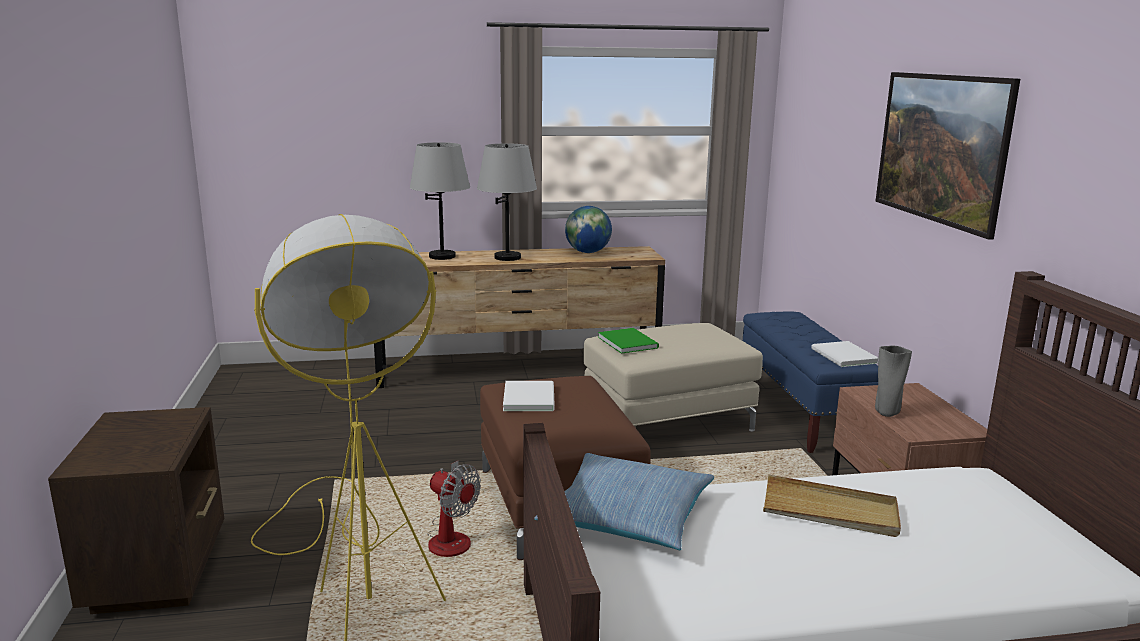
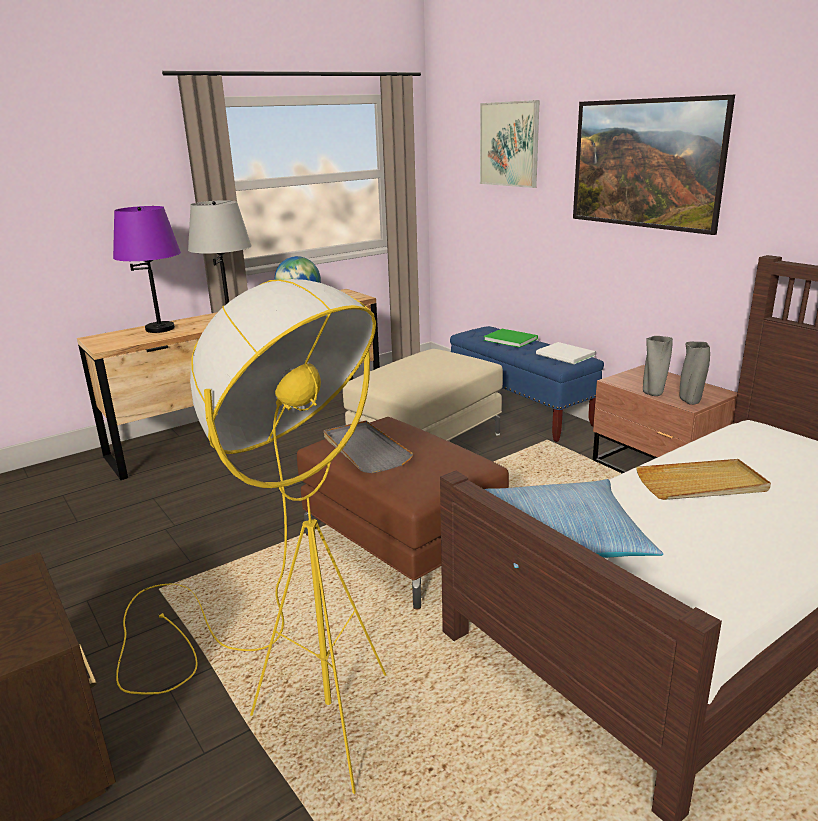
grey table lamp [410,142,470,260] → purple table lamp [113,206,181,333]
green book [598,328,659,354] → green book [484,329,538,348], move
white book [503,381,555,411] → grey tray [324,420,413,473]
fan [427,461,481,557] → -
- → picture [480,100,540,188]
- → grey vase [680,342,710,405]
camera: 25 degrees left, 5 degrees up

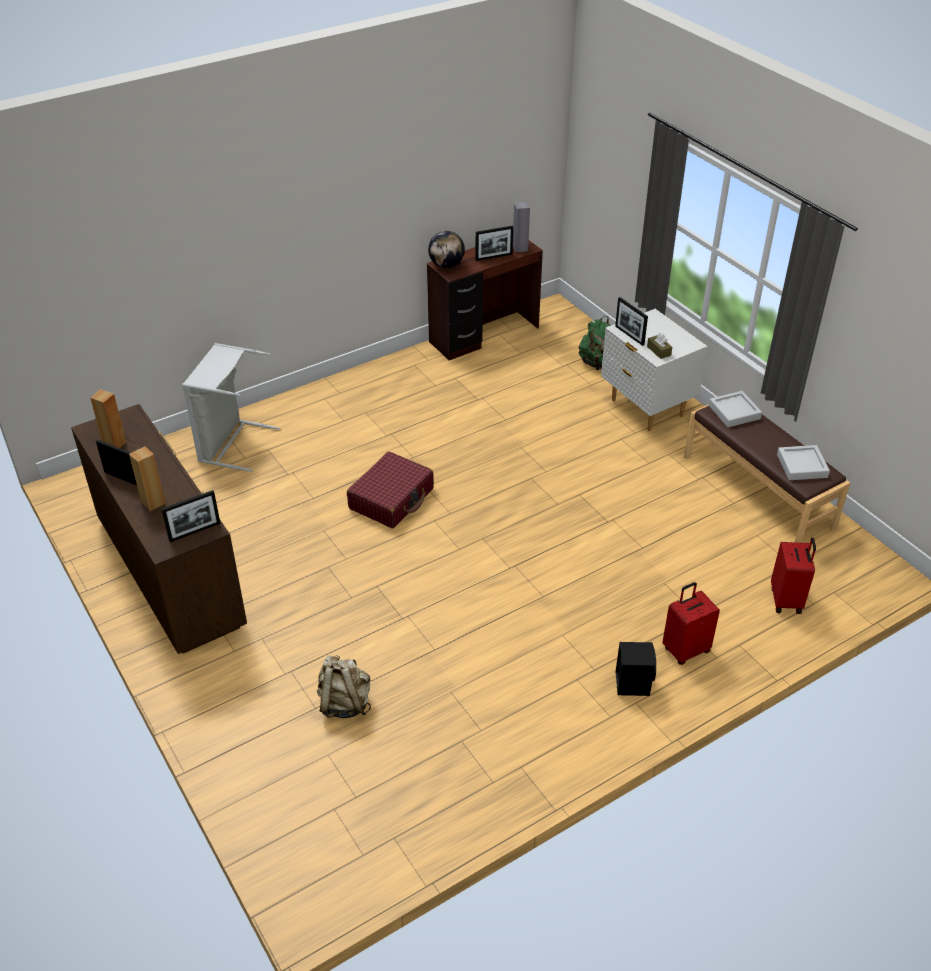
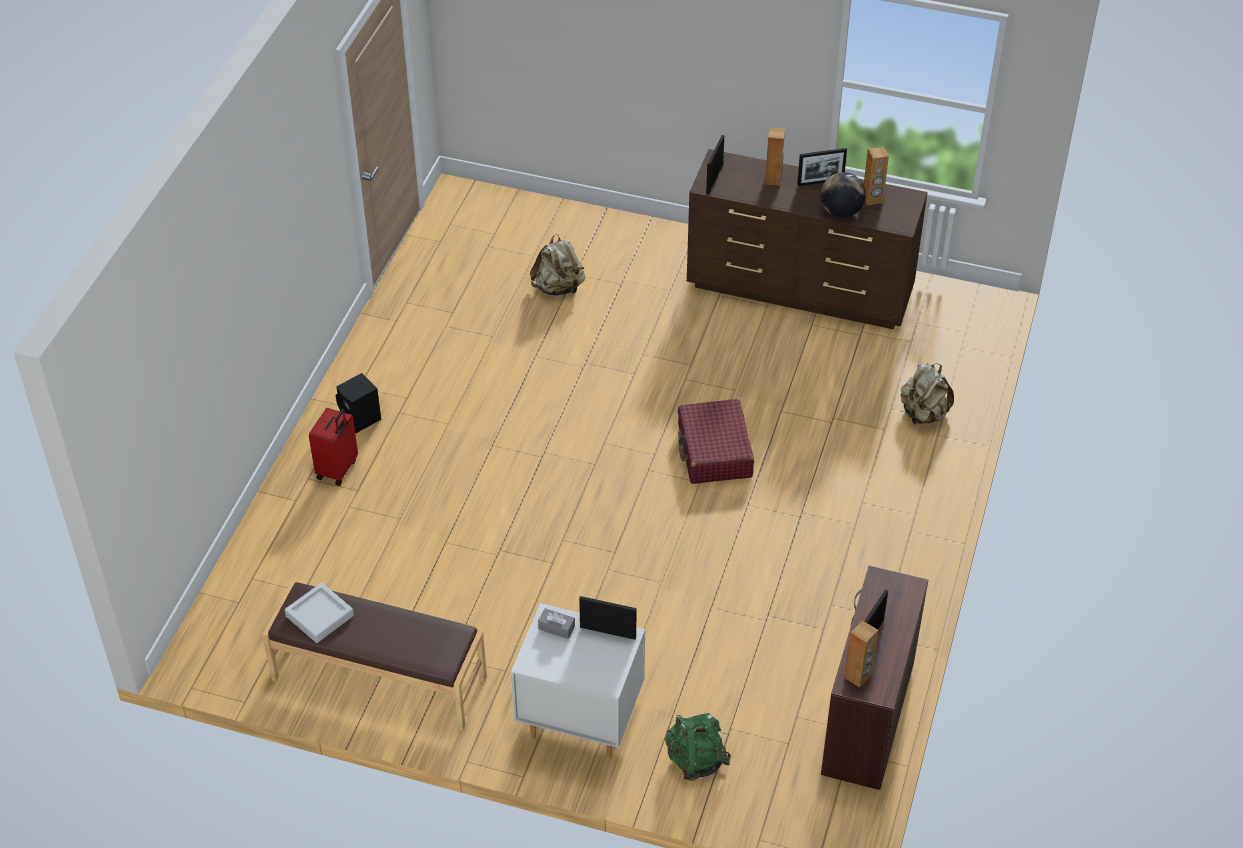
grey speaker [513,202,530,252] → brown speaker [844,621,878,688]
globe [428,231,465,268] → globe [820,172,866,218], move
brown tissue box [647,333,672,359] → grey tissue box [538,608,575,639]
grey laundry basket [182,343,280,472] → beige backpack [901,363,954,424]
grey tray [709,391,762,427] → -
red suitcase [771,538,816,614] → -
camera: 140 degrees right, 5 degrees up

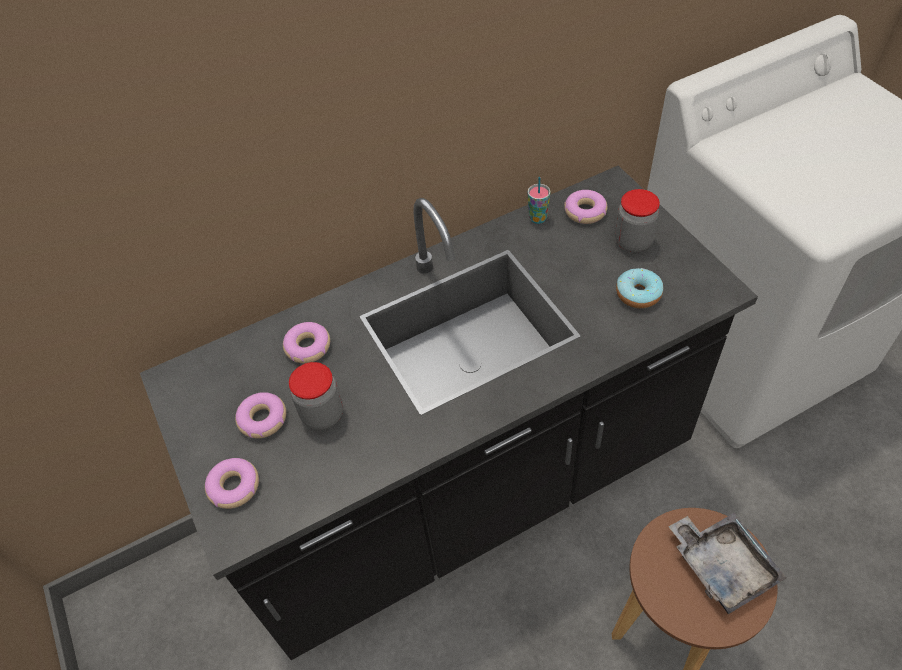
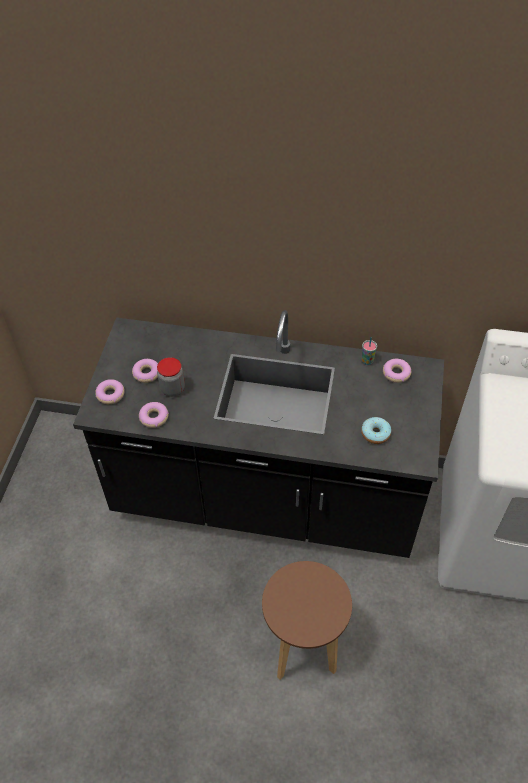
jar [615,189,660,252] → -
donut [283,322,330,363] → donut [139,402,169,428], move
grey tray [669,513,786,614] → -
camera: 35 degrees right, 0 degrees up

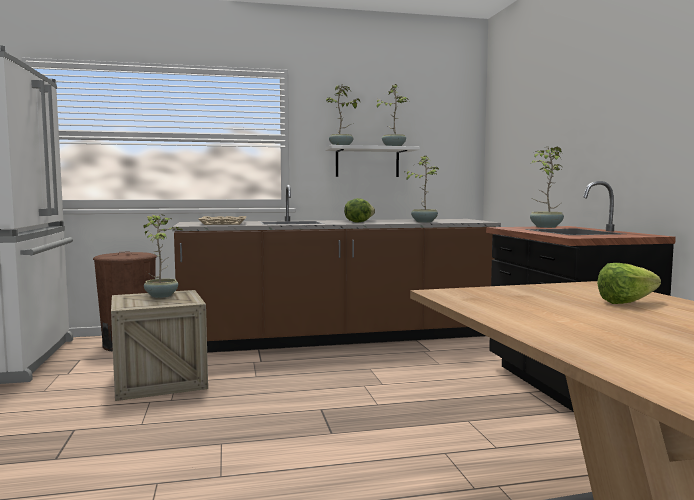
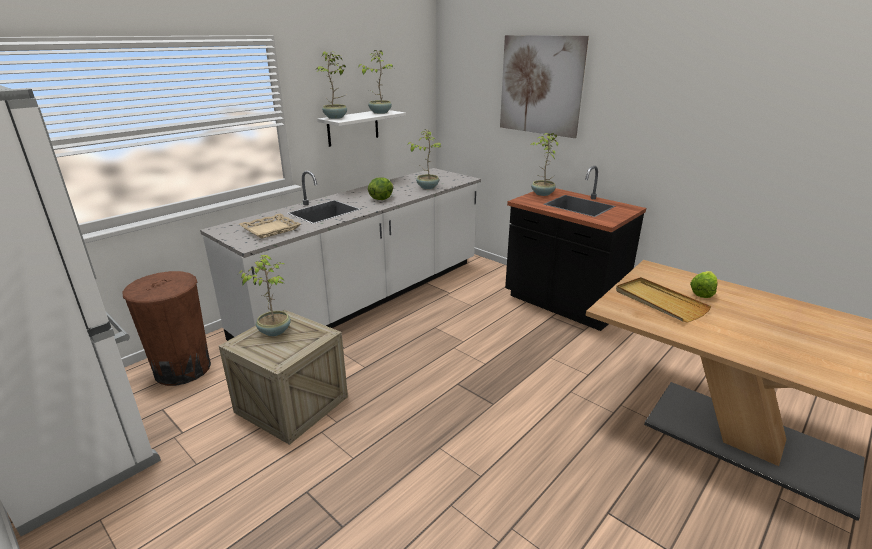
brown counter [172,185,501,352] → white counter [200,168,481,341]
- → picture [500,35,589,138]
- → beige tray [616,277,712,322]
camera: 35 degrees left, 20 degrees up

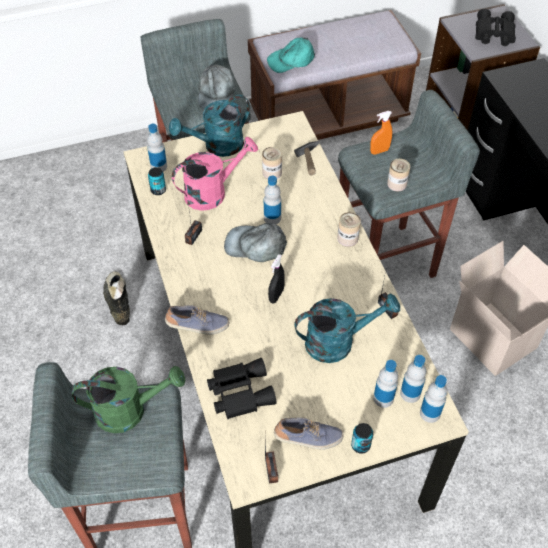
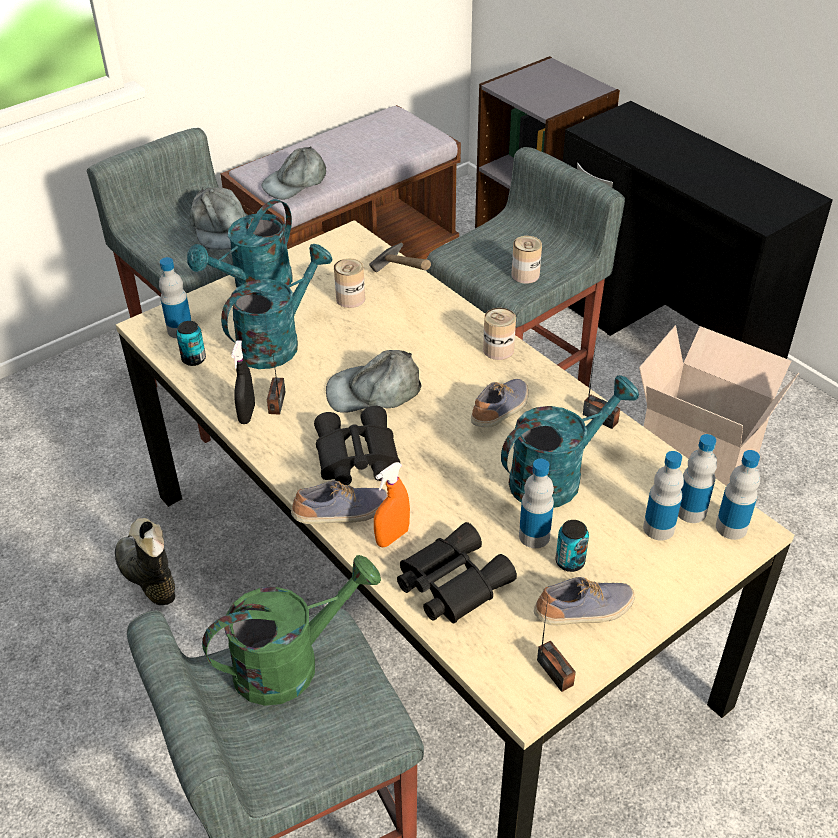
black binoculars [475,9,516,46] → black binoculars [314,406,400,485], move
turquoise cap [267,37,315,73] → grey cap [261,146,326,200]
orange spray bottle [370,111,392,155] → orange spray bottle [374,462,410,547], move
pink watering can [172,137,258,211] → turquoise watering can [221,244,332,369]
bottle [264,176,281,224] → bottle [519,459,554,548], move
black spray bottle [268,254,285,304] → black spray bottle [231,340,255,424], move
can [351,423,373,454] → can [556,520,589,572], move
- → shoe [471,379,529,427]
camera: 20 degrees left, 10 degrees down

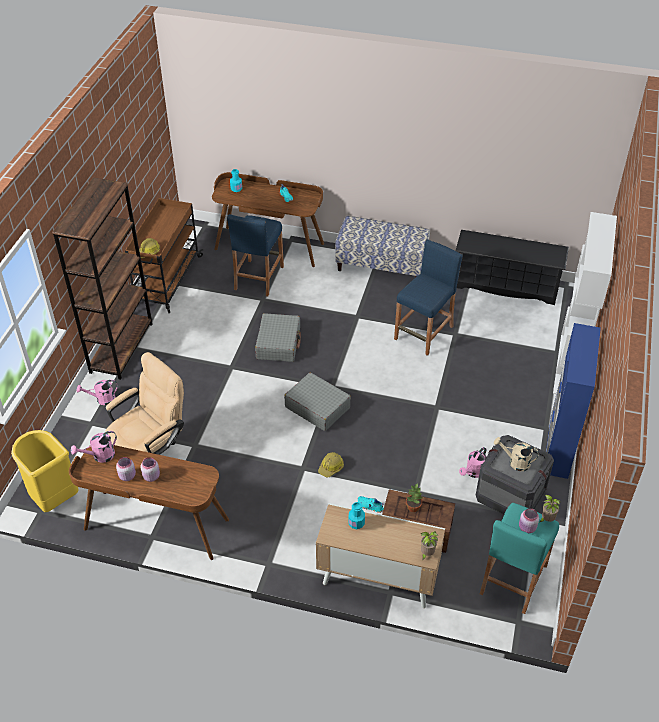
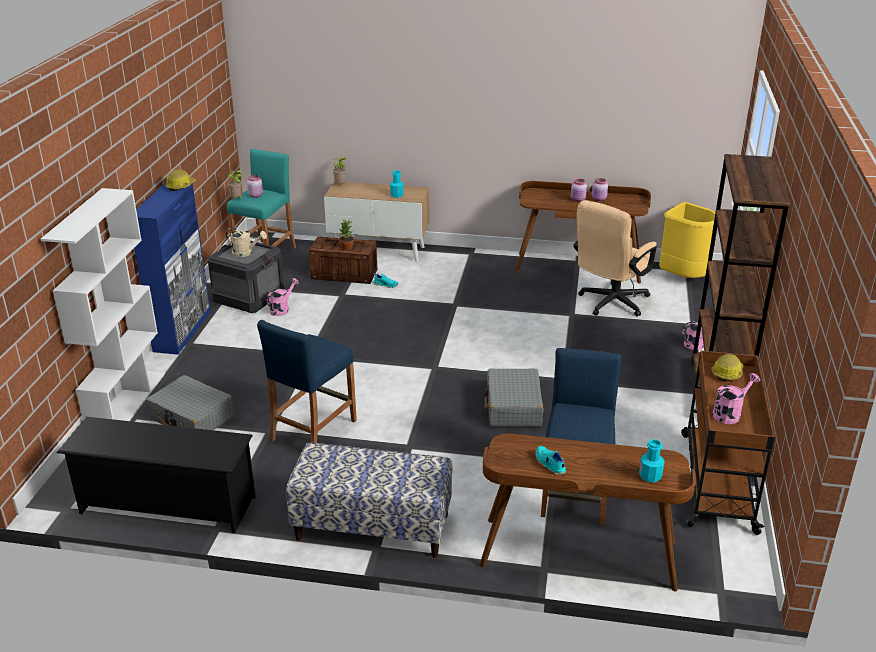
grey suitcase [284,373,351,431] → grey suitcase [146,375,234,430], move
pink watering can [71,431,117,463] → pink watering can [712,373,760,424], move
hard hat [318,452,344,478] → hard hat [165,169,196,191], move
camera: 175 degrees right, 15 degrees down

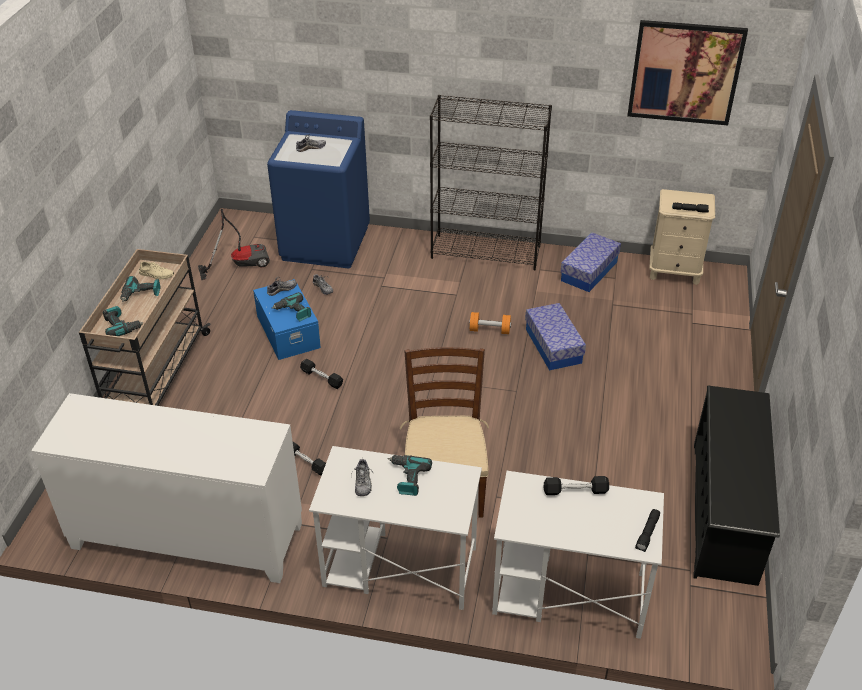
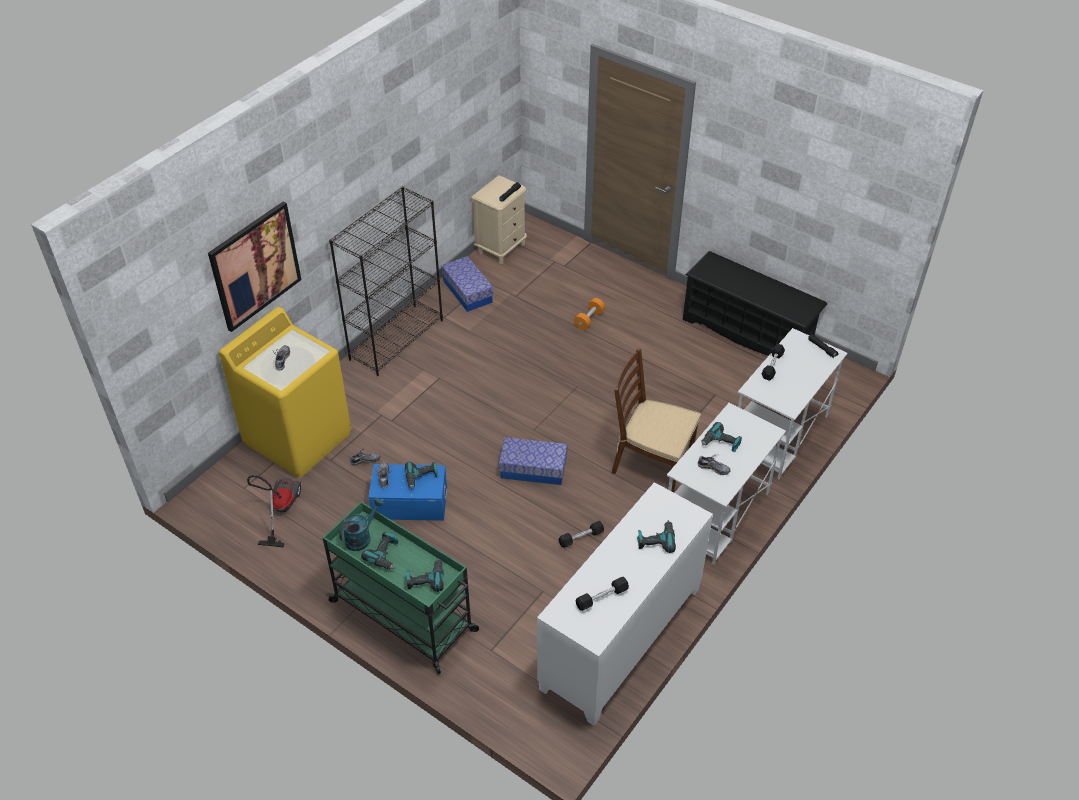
picture [627,20,748,125] → picture [208,201,301,332], move
blue washing machine [267,110,370,268] → yellow washing machine [219,307,351,478]
beige cart [79,249,211,406] → green cart [323,501,479,674]
beige shoe [139,262,174,279] → turquoise watering can [339,498,384,551]
storage box [525,303,586,371] → storage box [499,437,567,485], move
orange dumbbell [469,312,511,334] → orange dumbbell [574,298,605,330], move
black dumbbell [300,359,343,389] → black dumbbell [576,577,629,611], move
- → power drill [637,520,676,553]
camera: 65 degrees left, 5 degrees up

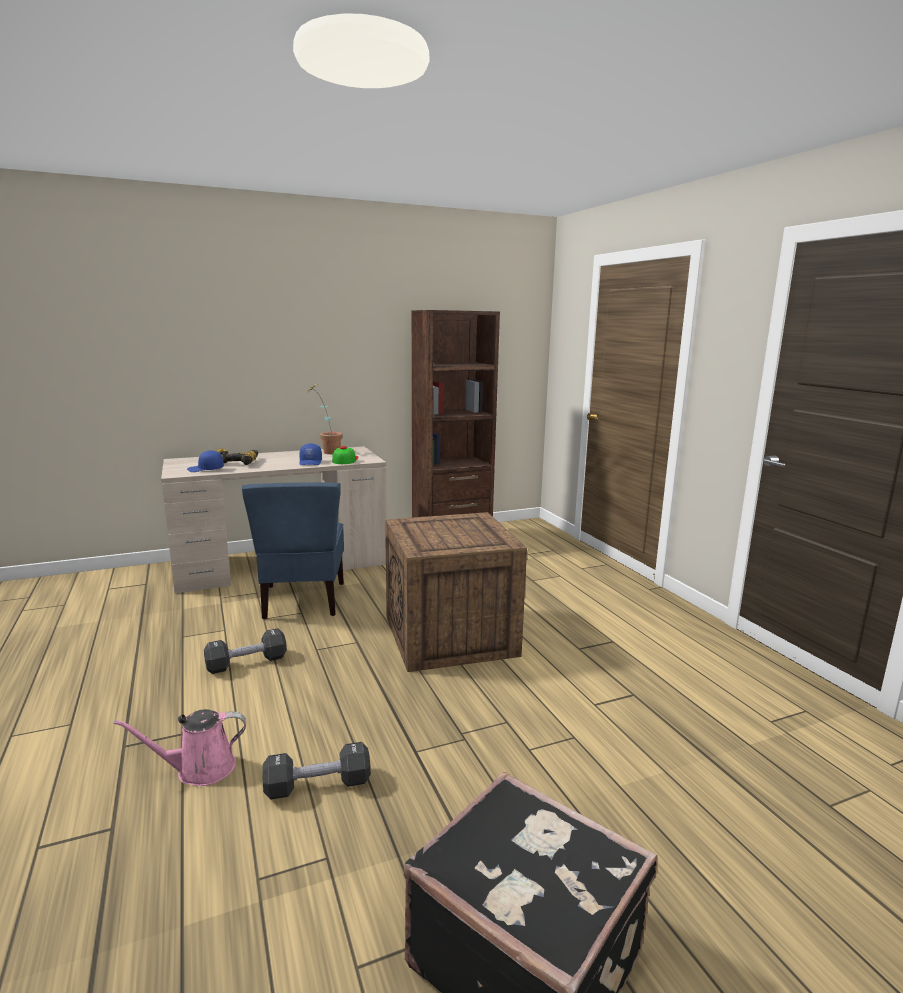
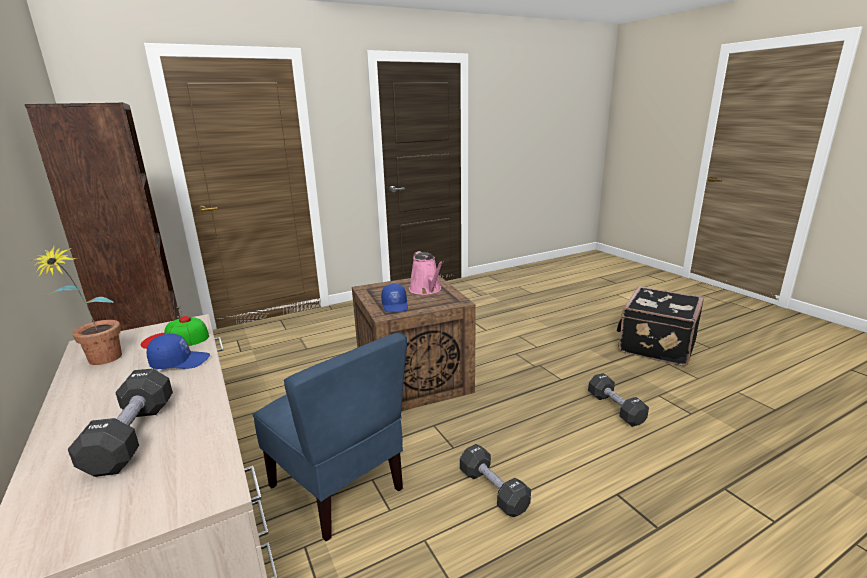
power drill [216,448,258,465] → black dumbbell [68,368,173,477]
blue cap [187,450,224,472] → blue cap [381,284,408,312], move
blue chair [242,482,344,619] → blue chair [253,332,407,541], 60 degrees clockwise
pink watering can [113,709,246,786] → pink watering can [409,251,444,295], move
camera: 95 degrees left, 5 degrees up

